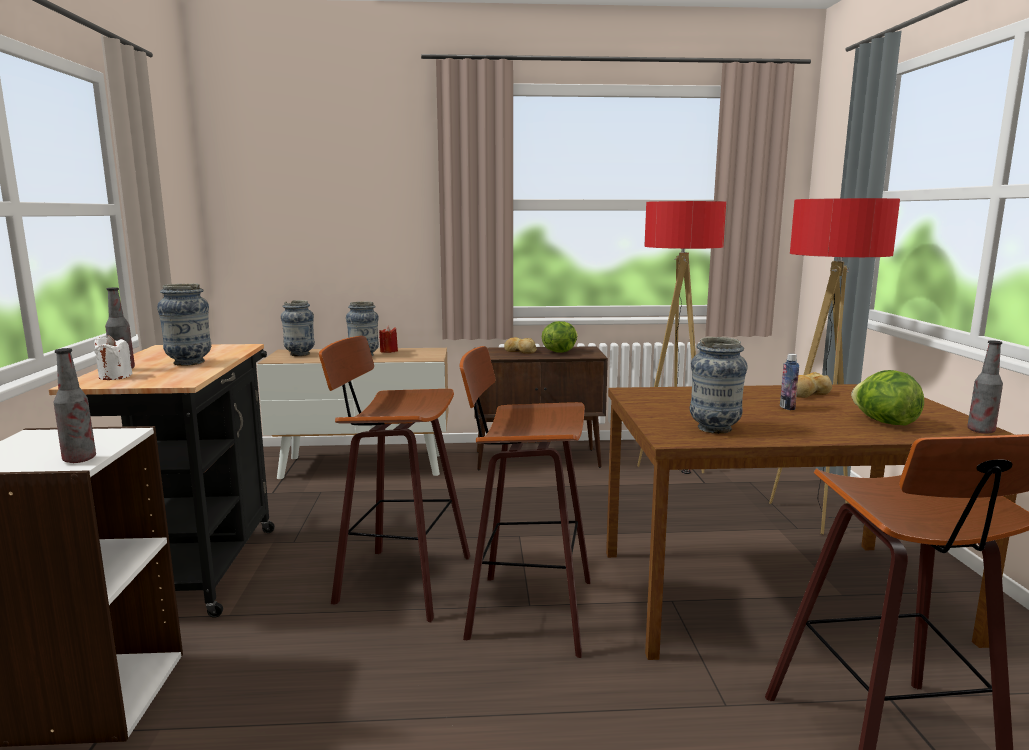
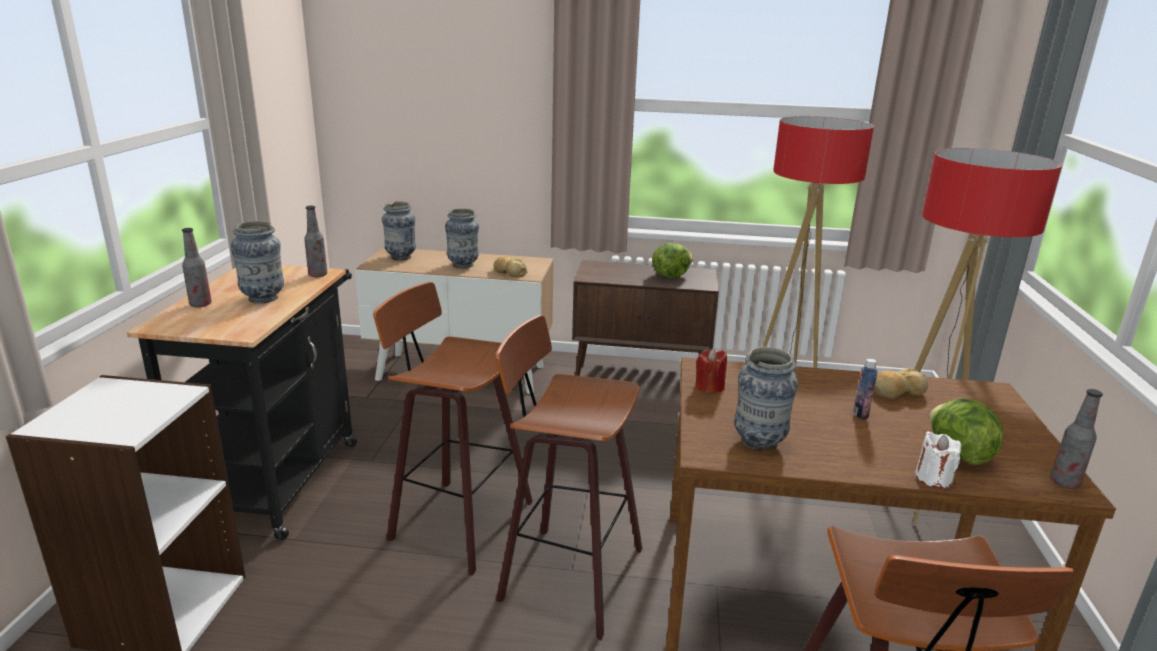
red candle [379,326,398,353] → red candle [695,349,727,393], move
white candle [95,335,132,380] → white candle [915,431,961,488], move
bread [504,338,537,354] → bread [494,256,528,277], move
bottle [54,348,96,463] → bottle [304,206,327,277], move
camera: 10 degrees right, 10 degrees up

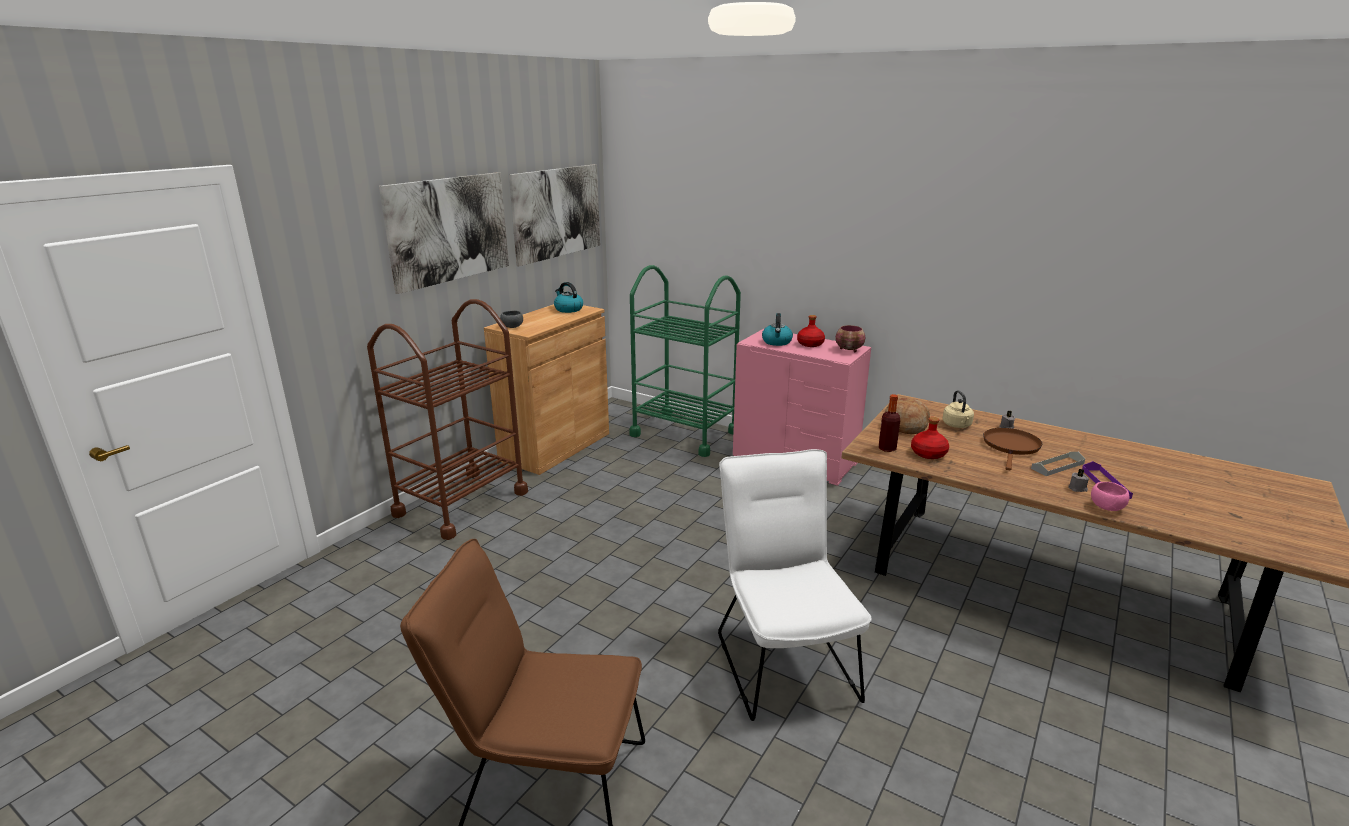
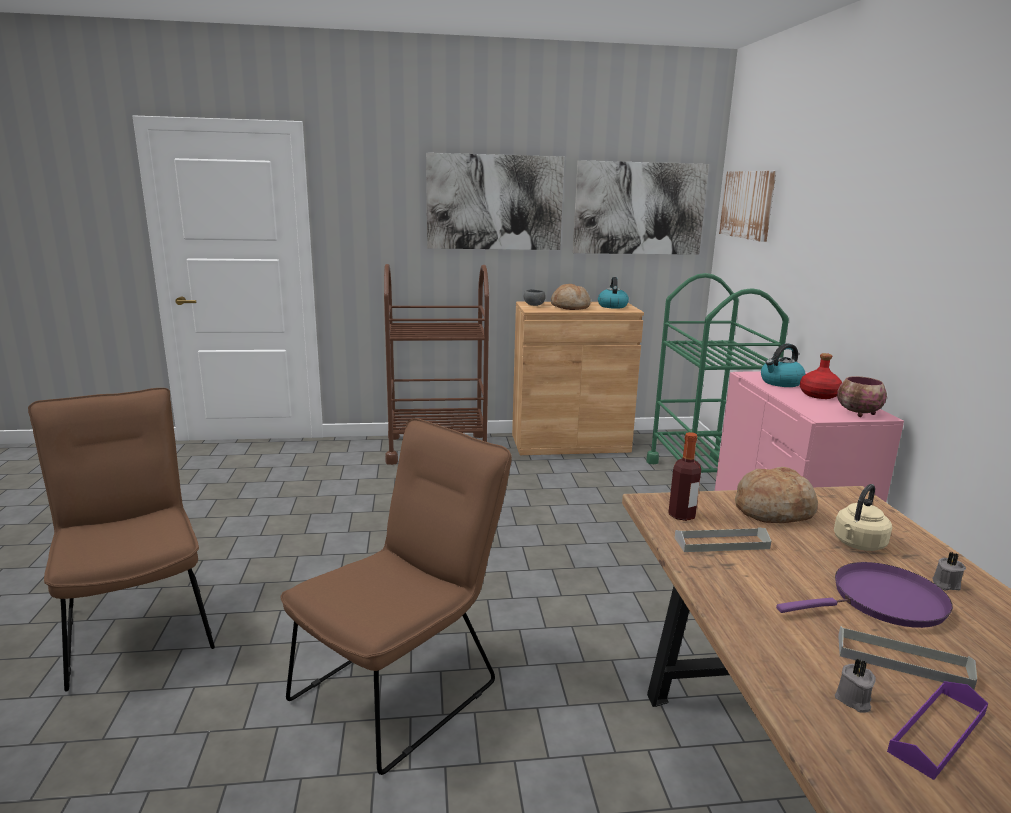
red bottle [911,417,949,459] → grey tray [675,527,771,552]
brown frying pan [983,428,1042,470] → purple frying pan [776,562,953,628]
white chair [718,449,872,721] → brown chair [281,419,512,775]
pink bowl [1091,482,1130,511] → -
- → picture [719,171,776,242]
- → bread [551,284,591,310]
camera: 50 degrees right, 5 degrees down

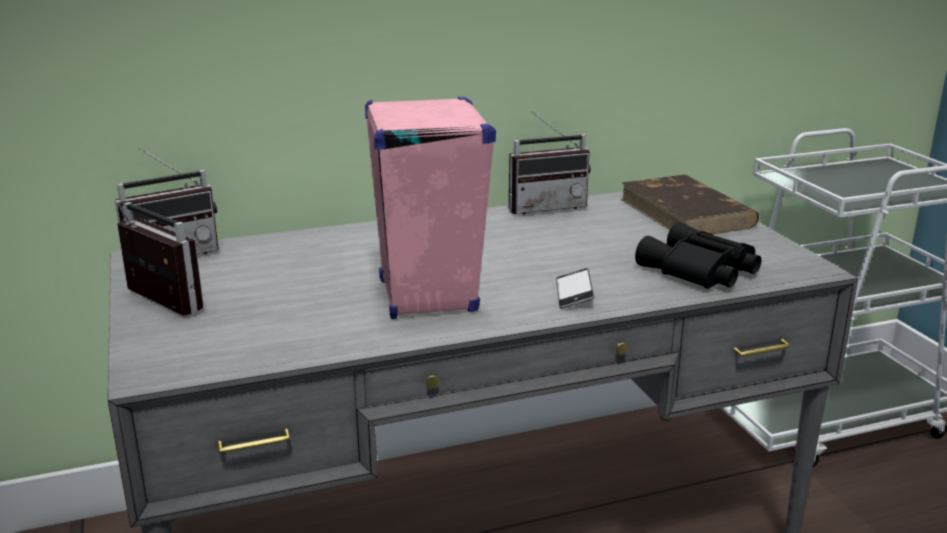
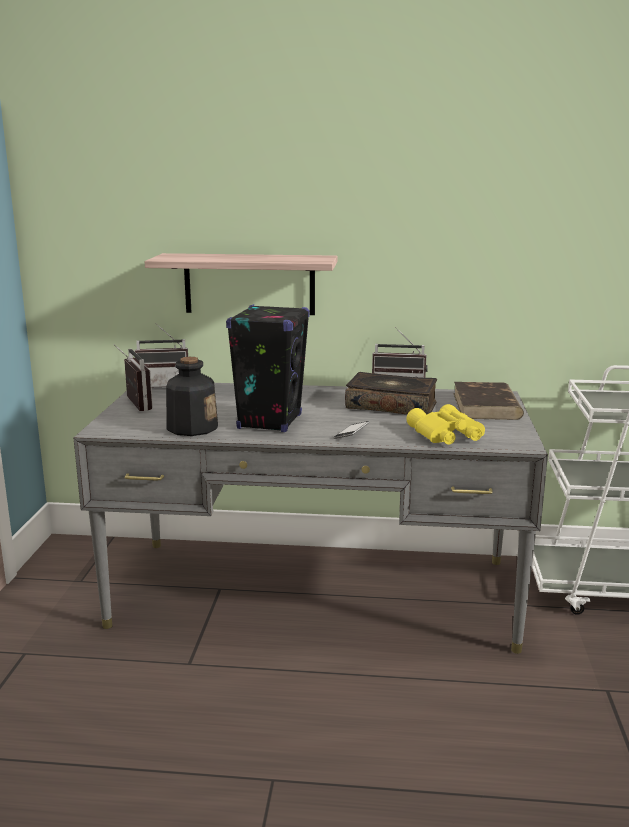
pink speaker [365,96,496,319] → black speaker [226,304,310,432]
black binoculars [635,222,761,289] → yellow binoculars [406,404,485,445]
- → shelf [145,253,338,315]
- → bottle [166,357,218,436]
- → book [345,372,437,415]
camera: 25 degrees right, 5 degrees down

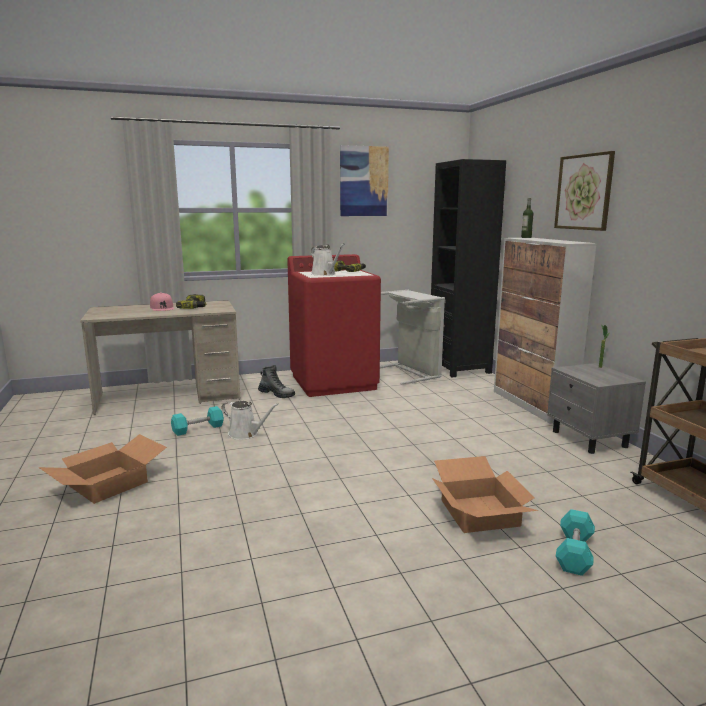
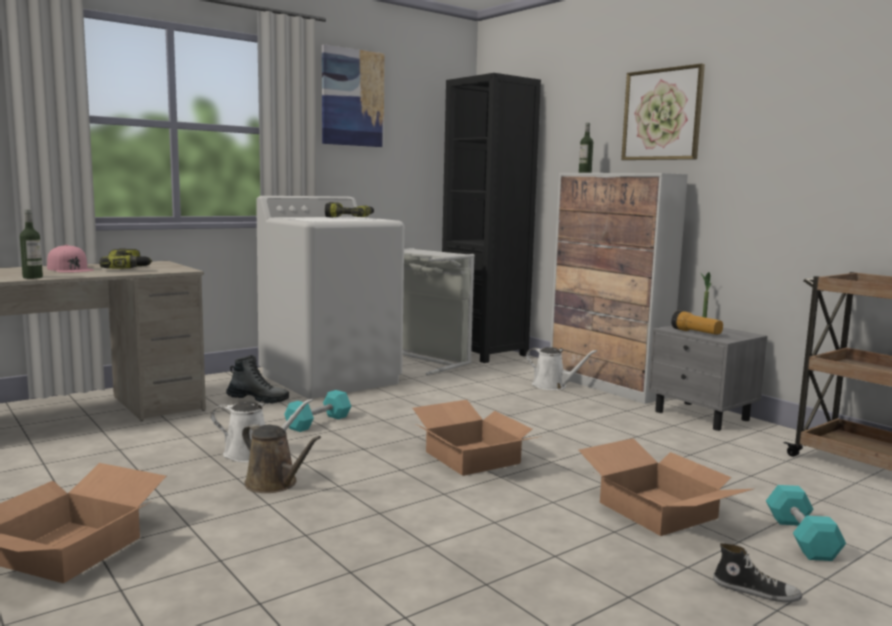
white watering can [311,243,345,276] → white watering can [526,347,597,390], move
red washing machine [287,254,381,397] → white washing machine [256,196,404,399]
turquoise dumbbell [171,406,224,436] → turquoise dumbbell [284,390,351,432], move
- → bottle [20,210,43,279]
- → flashlight [671,311,723,335]
- → cardboard box [413,400,542,476]
- → brown watering can [242,424,321,493]
- → shoe [713,543,802,602]
camera: 20 degrees left, 5 degrees down

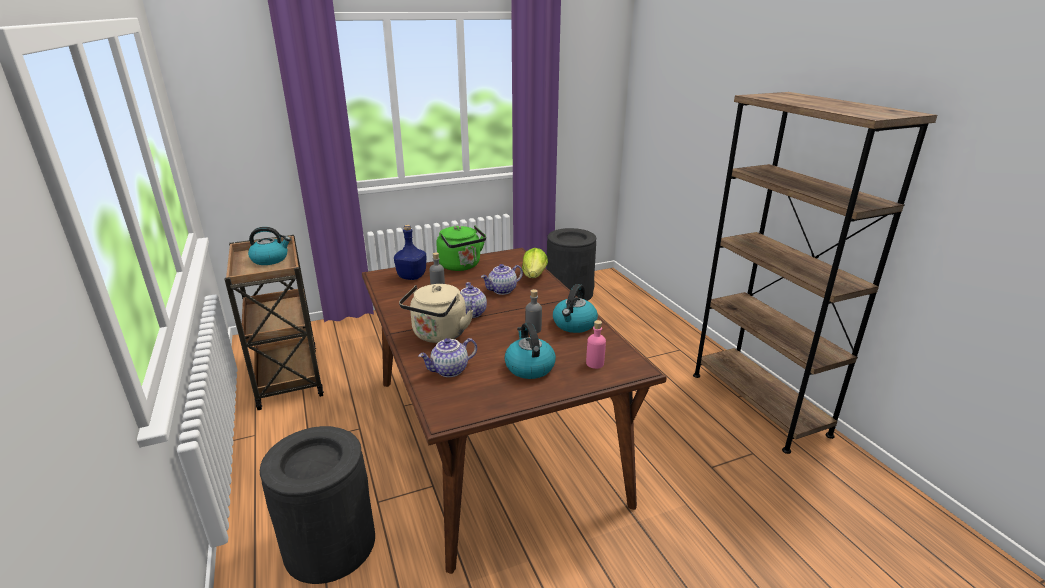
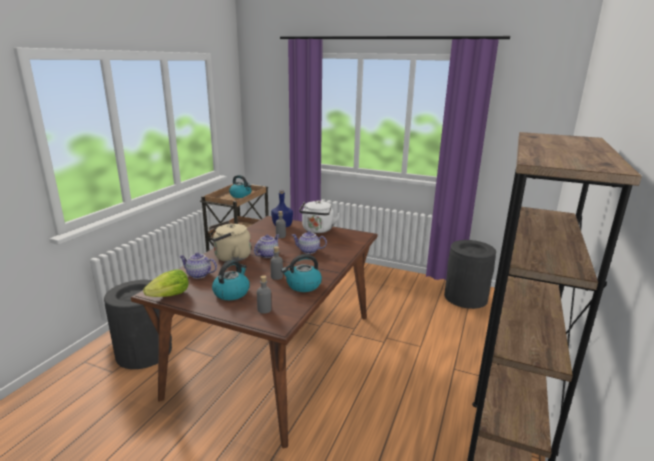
green kettle [436,225,486,271] → white kettle [299,200,340,233]
lettuce [522,248,548,278] → lettuce [143,269,189,297], move
pink bottle [586,320,606,369] → grey bottle [257,275,272,314]
camera: 45 degrees right, 5 degrees down

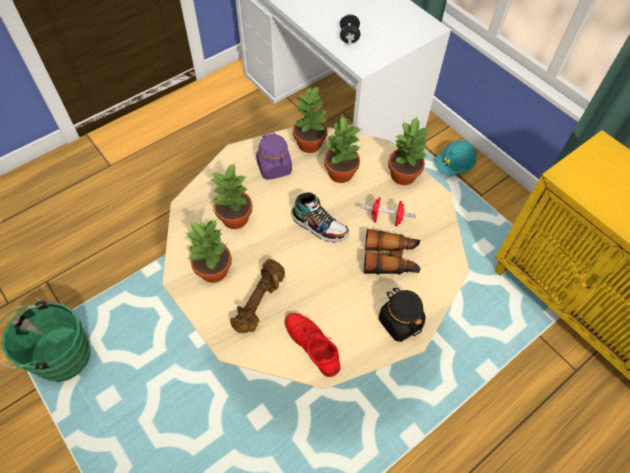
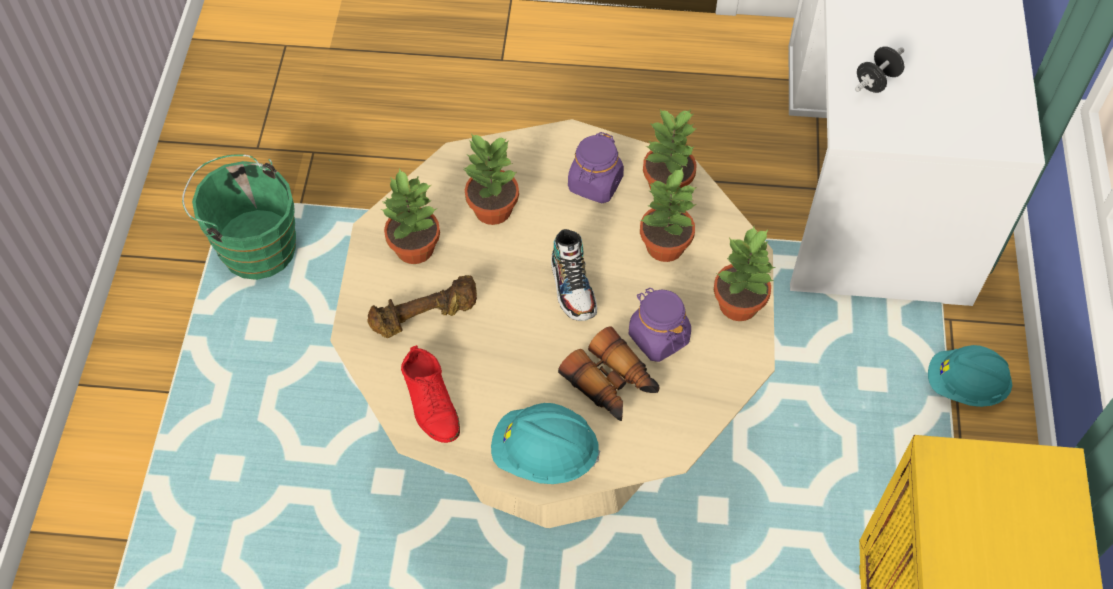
red dumbbell [360,197,416,226] → purple jar [629,288,691,362]
black jar [379,288,425,342] → turquoise hard hat [491,403,601,484]
red shoe [285,313,340,377] → red shoe [401,345,460,443], 150 degrees clockwise
camera: 45 degrees right, 0 degrees up

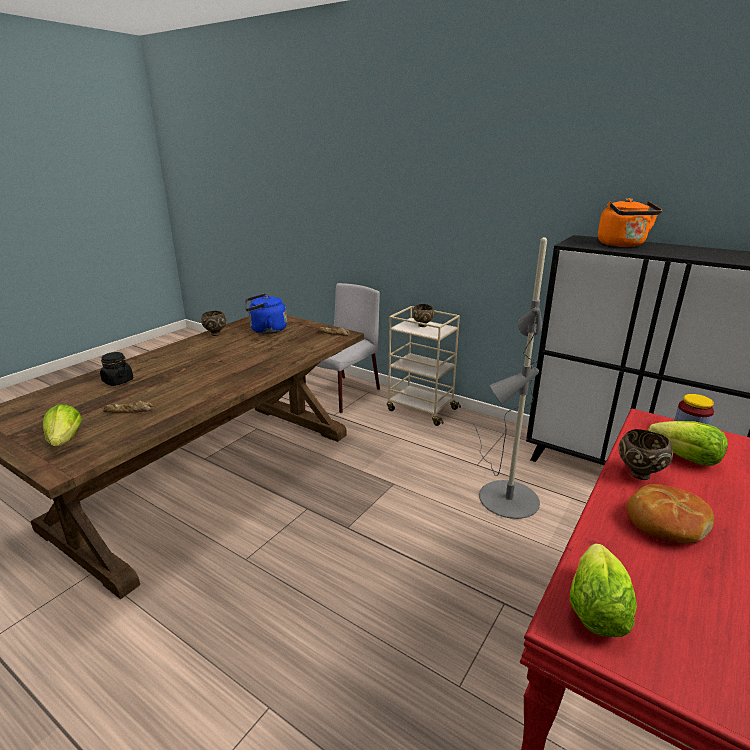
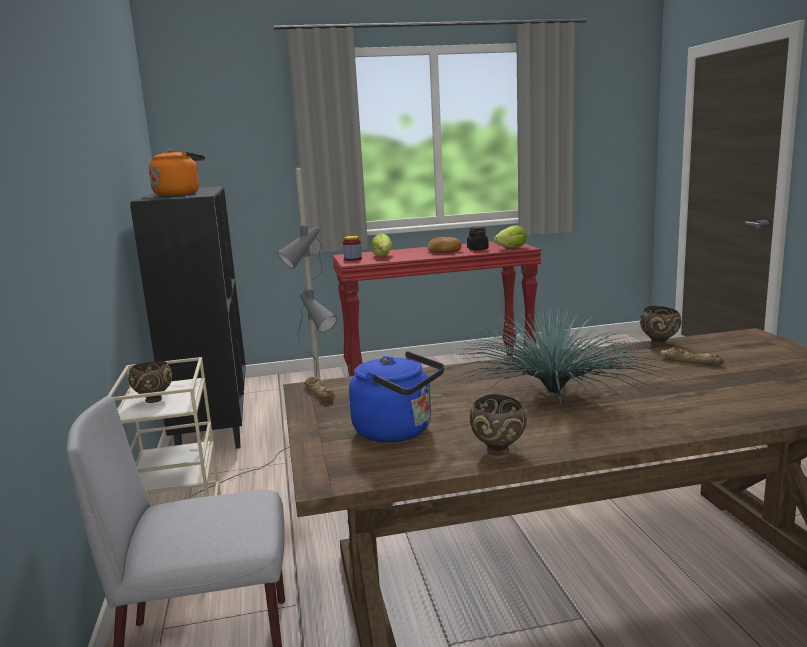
black jar [100,352,133,386] → black jar [467,226,489,250], move
lettuce [43,405,82,447] → -
brown bowl [619,429,673,480] → brown bowl [640,306,681,346], move
- → potted plant [445,306,674,406]
camera: 135 degrees left, 10 degrees down

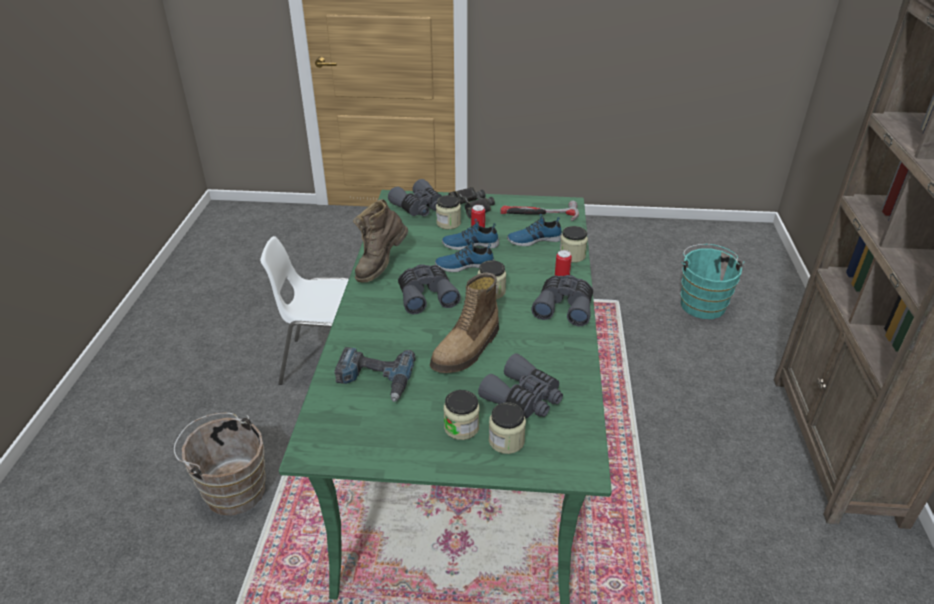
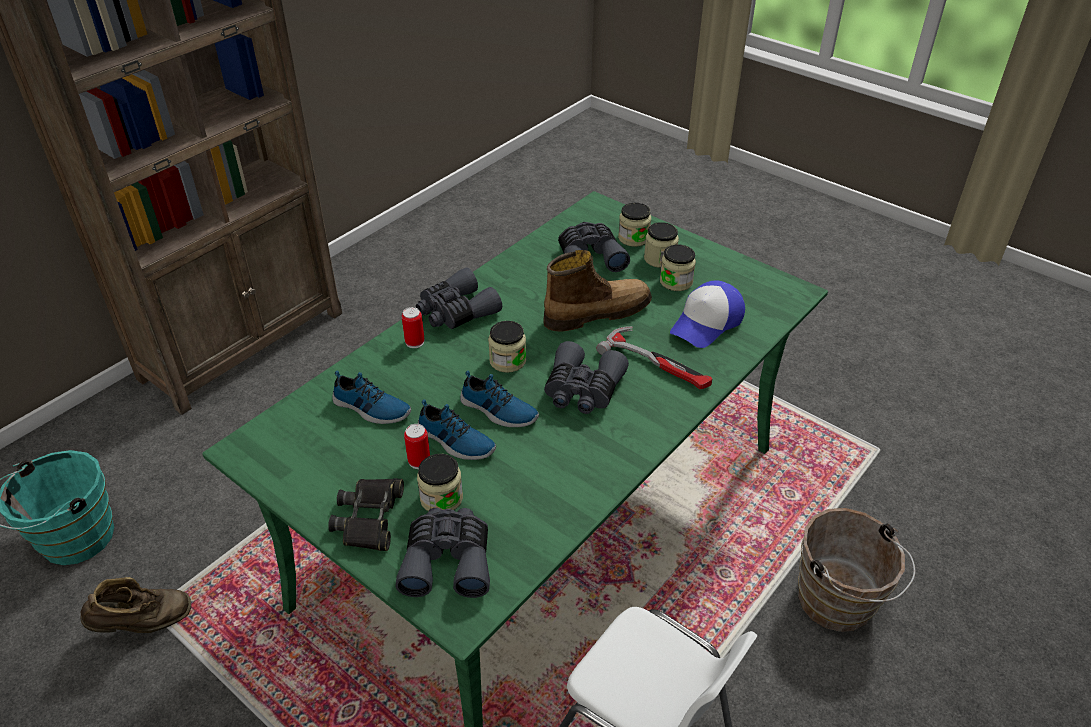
brown boot [353,199,408,283] → brown boot [80,577,191,633], move
hammer [500,201,579,221] → hammer [596,326,712,389], move
jar [560,226,588,263] → jar [660,245,696,291], move
power drill [334,347,415,402] → cap [670,280,745,348]
camera: 145 degrees left, 5 degrees up

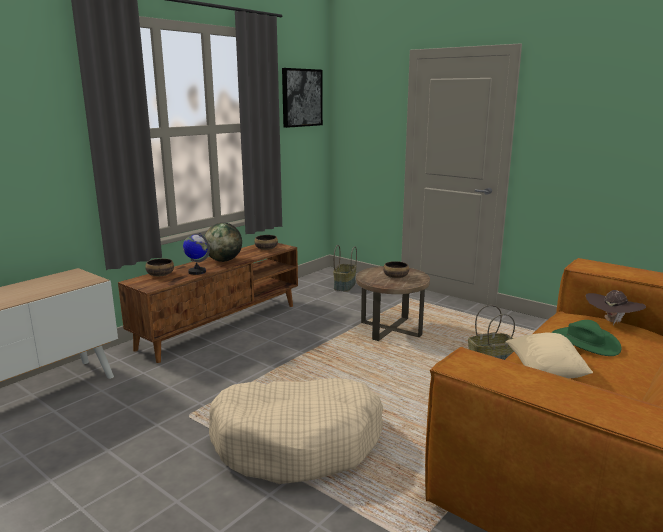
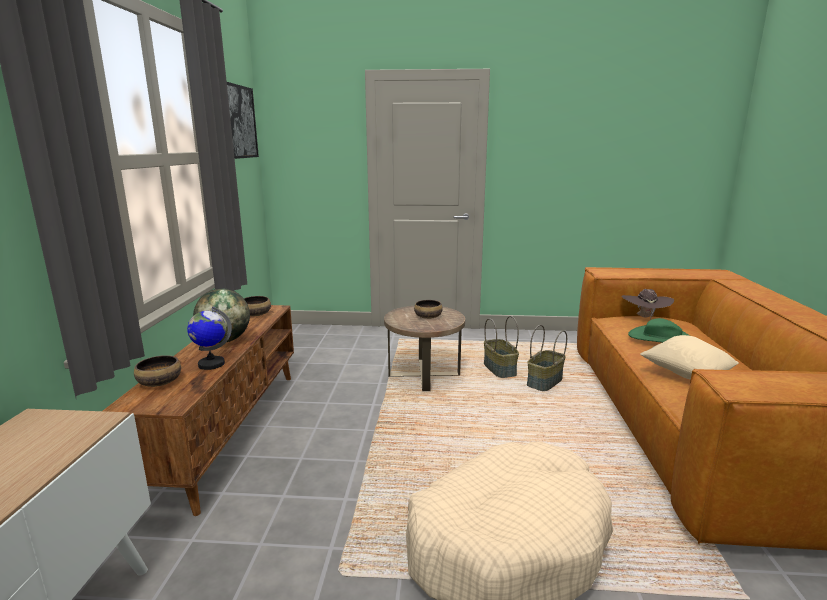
basket [333,245,357,292] → basket [484,316,519,378], move
camera: 35 degrees left, 0 degrees up

